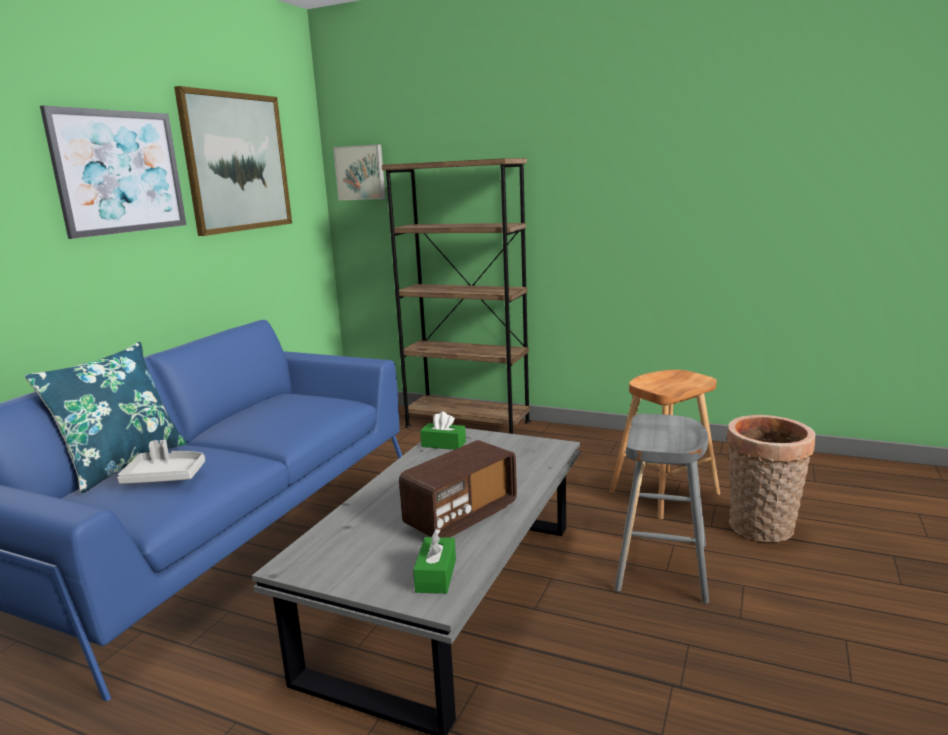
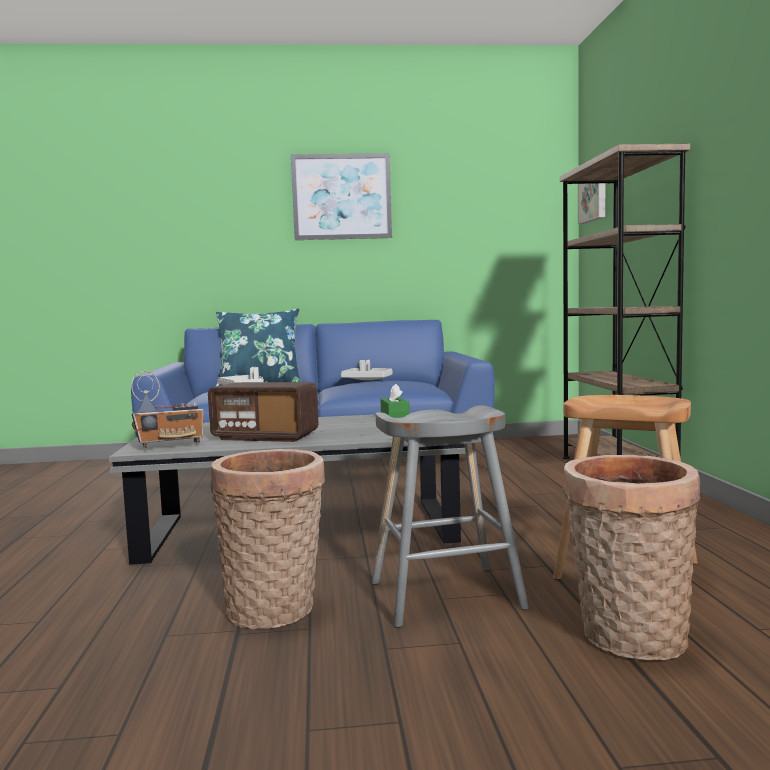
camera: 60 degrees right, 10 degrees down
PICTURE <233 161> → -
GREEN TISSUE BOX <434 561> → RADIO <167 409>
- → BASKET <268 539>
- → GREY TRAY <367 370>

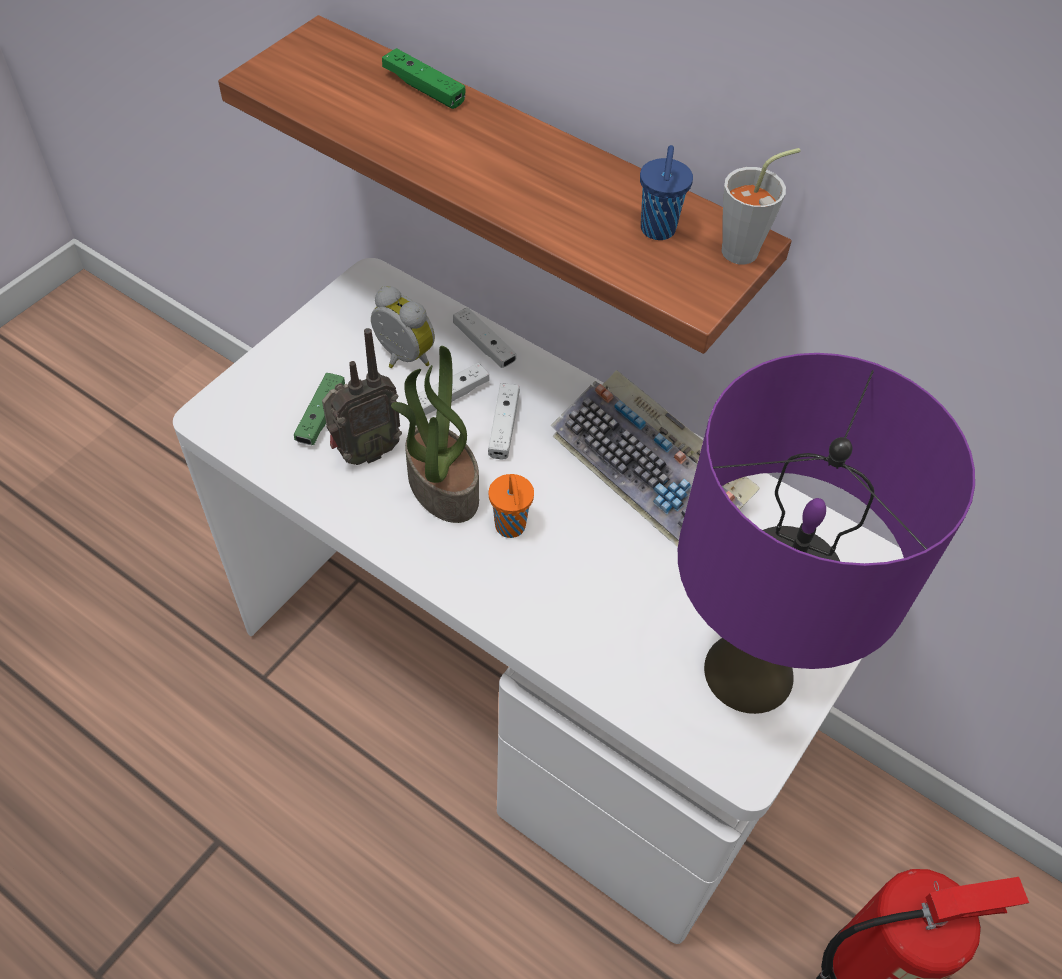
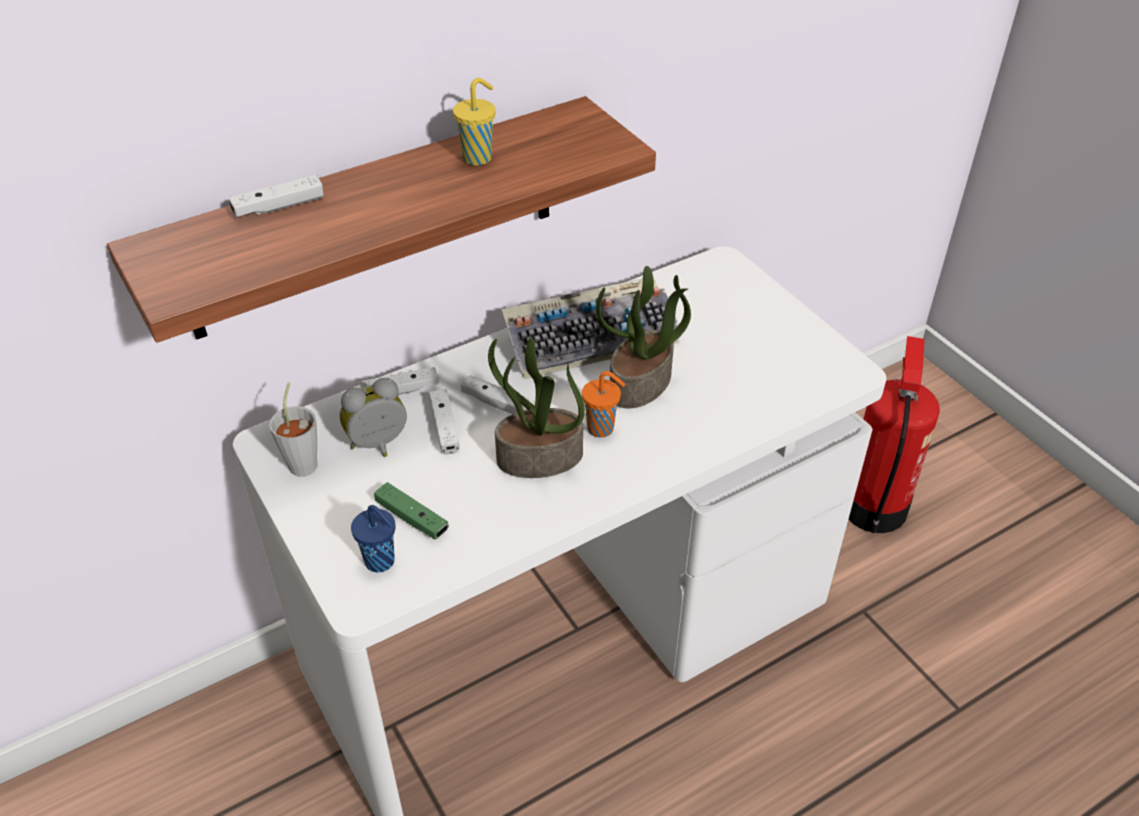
camera: 65 degrees left, 10 degrees down
RADIO <362 396> → -
GREEN GAME CONTROLLER <423 78> → WHITE GAME CONTROLLER <276 196>
BLUE CUP <666 192> → BLUE CUP <373 539>, moved
PURPLE TABLE LAMP <826 533> → -
GREY CUP <760 206> → GREY CUP <293 429>, moved
- → YELLOW CUP <474 122>
- → POTTED PLANT <643 337>

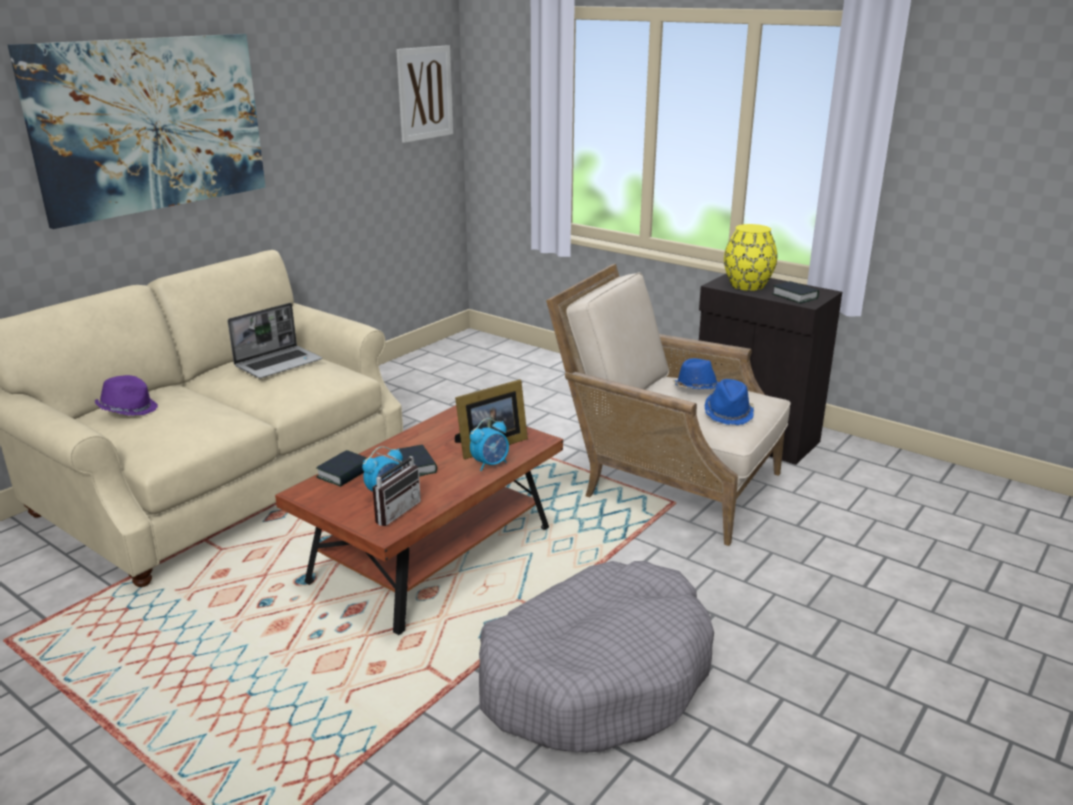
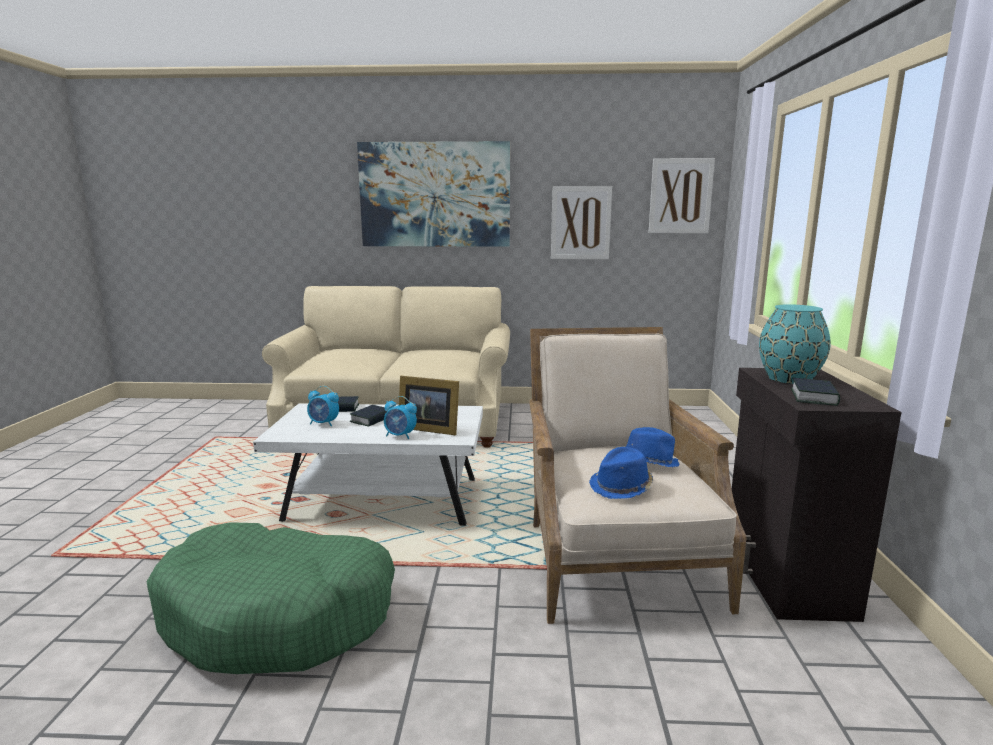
camera: 55 degrees right, 10 degrees down
PURPLE HAT <126 395> → -
LAPTOP <275 340> → -
BROWN COFFEE TABLE <419 520> → WHITE COFFEE TABLE <368 464>
RADIO <396 488> → -
GREY DOG BED <596 656> → GREEN DOG BED <271 598>
YELLOW VASE <750 257> → TURQUOISE VASE <795 344>
- → PICTURE <581 222>

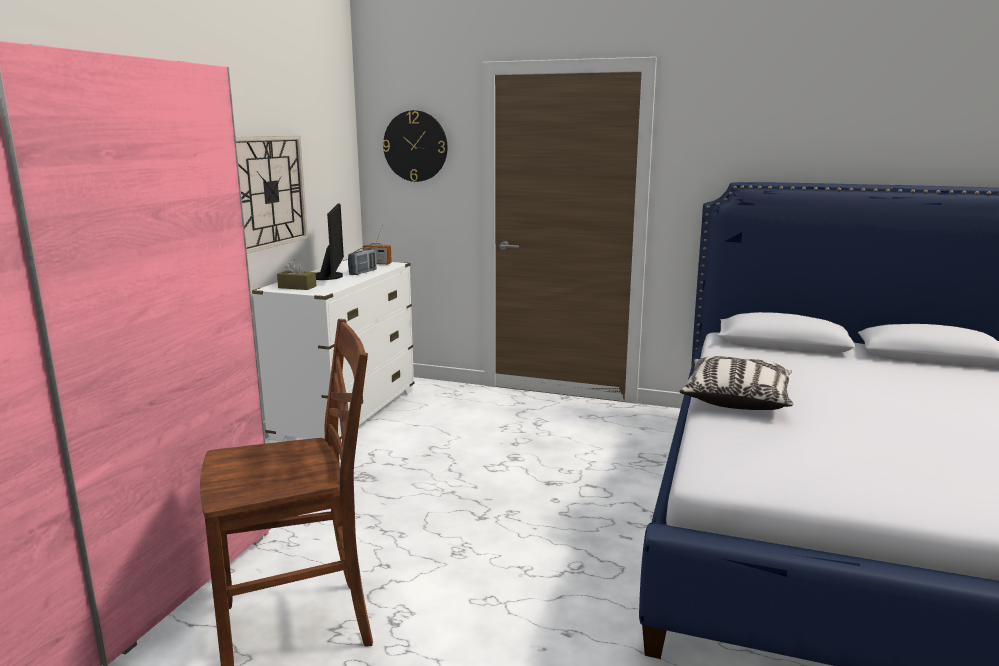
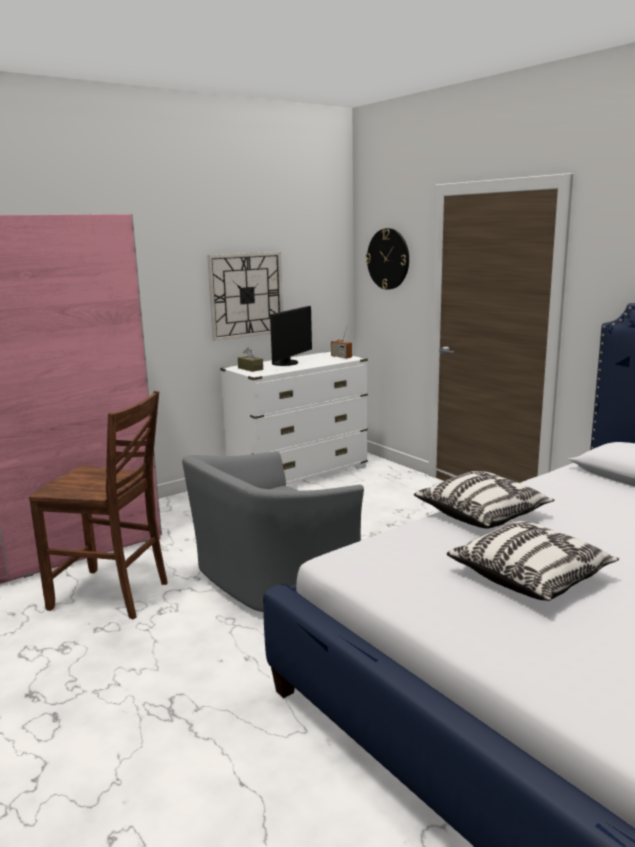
camera: 35 degrees right, 0 degrees up
RADIO <362 261> → -
- → GREY ARMCHAIR <273 531>
- → PILLOW <533 561>

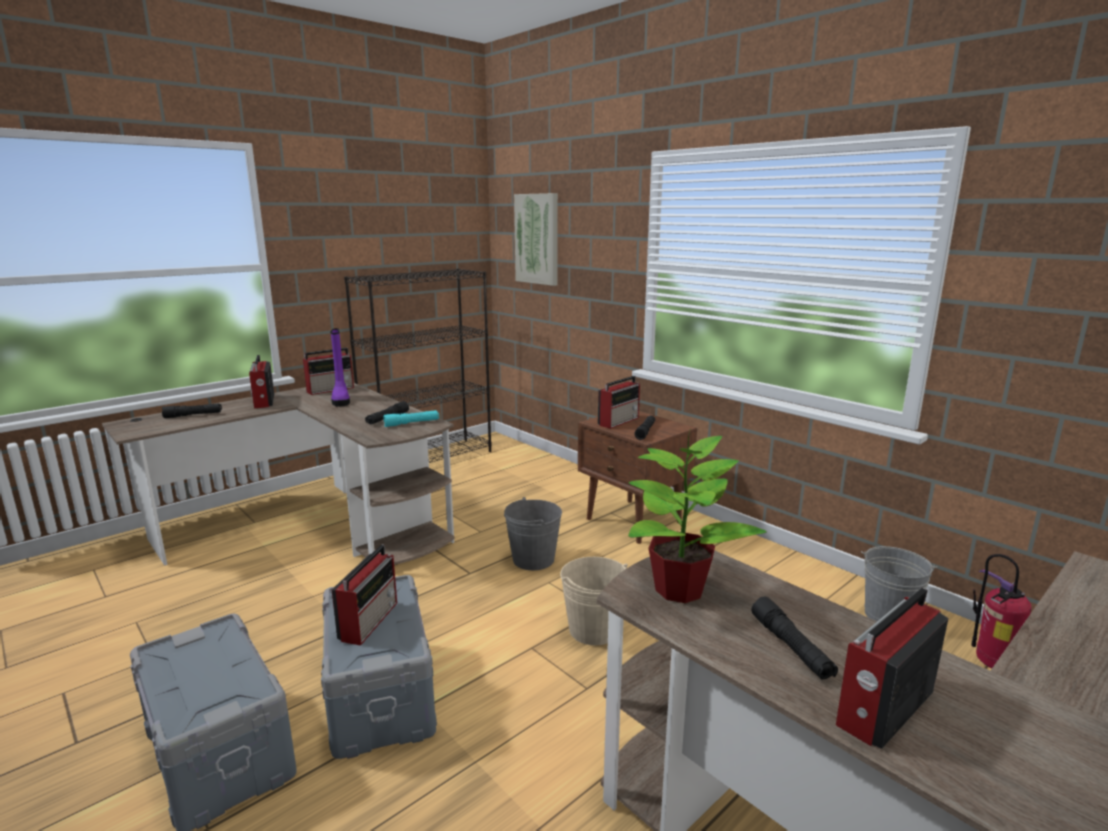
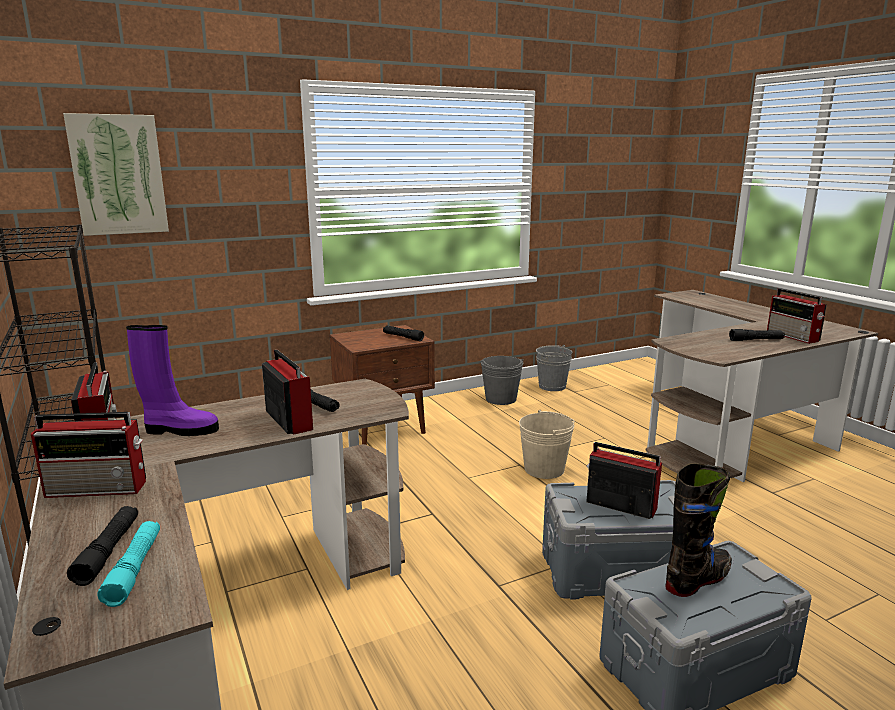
camera: 75 degrees left, 0 degrees up
TURQUOISE FLASHLIGHT <411 418> → TURQUOISE FLASHLIGHT <128 564>, moved
GREY BUCKET <533 533> → GREY BUCKET <502 380>, moved
RADIO <619 402> → RADIO <287 392>, moved
POTTED PLANT <697 515> → -
FIRE EXTINGUISHER <1001 611> → -
- → BLACK BOOT <699 530>

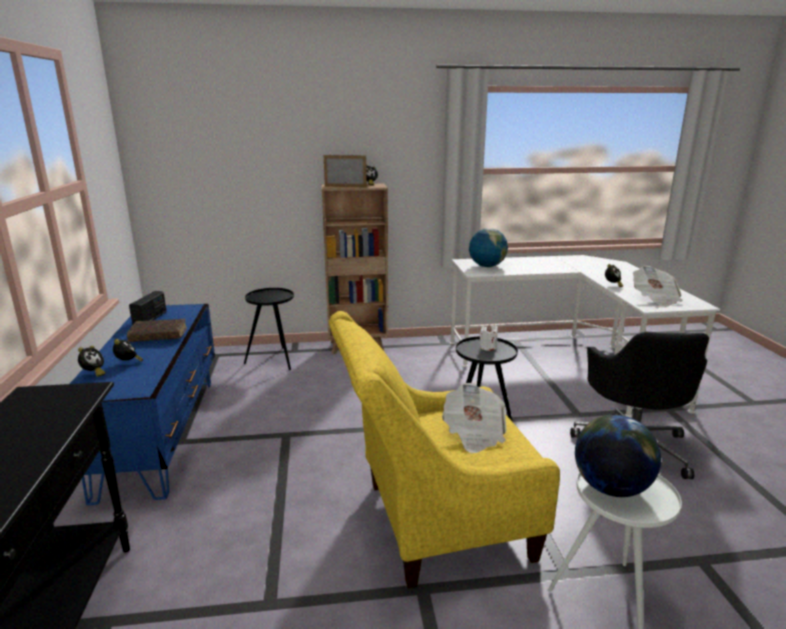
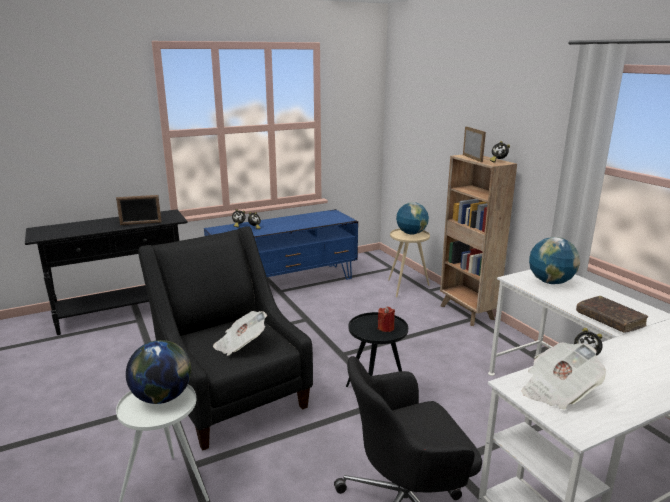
camera: 70 degrees right, 0 degrees up
BROWN BOOK <157 330> → BROWN BOOK <612 314>, moved
RADIO <148 308> → -
BLACK SIDE TABLE <269 329> → BEIGE SIDE TABLE <409 262>
YELLOW ARMCHAIR <444 449> → BLACK ARMCHAIR <225 338>
WHITE CANDLE <489 337> → RED CANDLE <386 319>
- → PICTURE FRAME <139 210>
- → GLOBE <412 218>

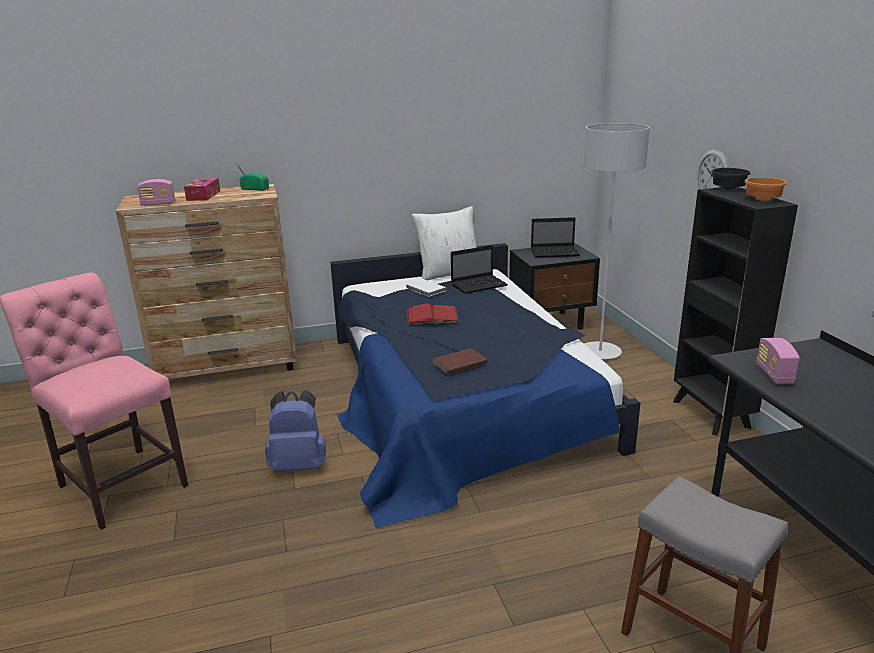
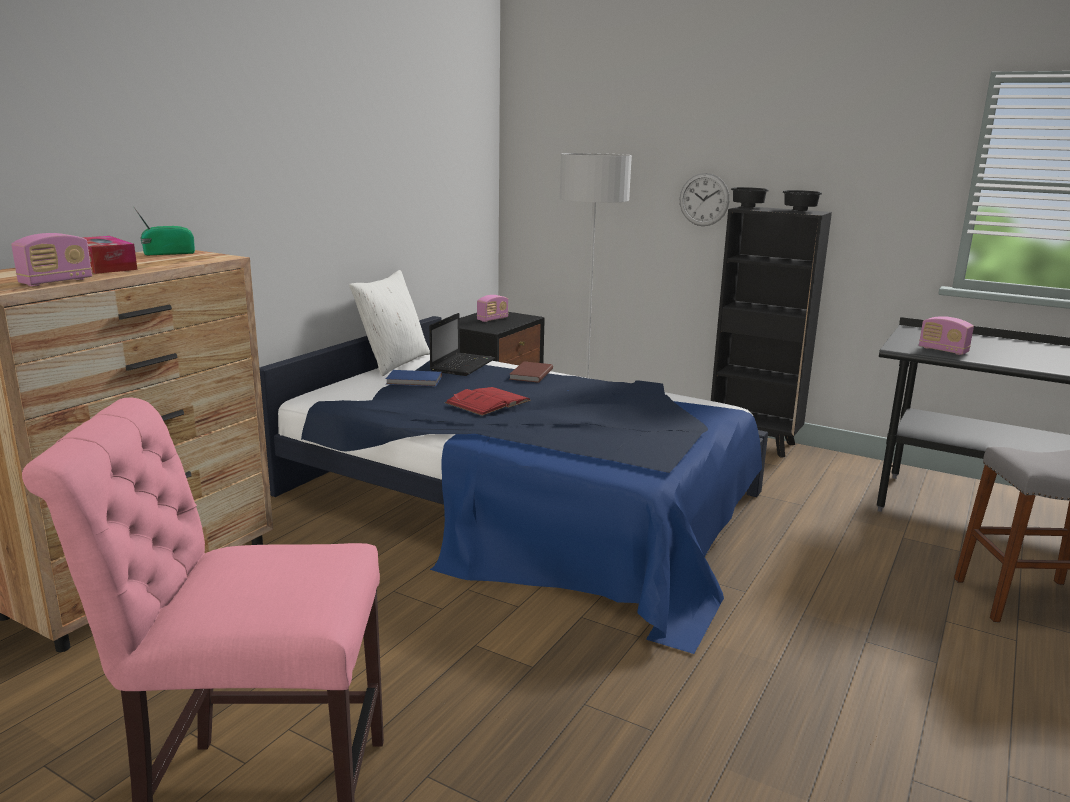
camera: 45 degrees left, 5 degrees down
BLUE BACKPACK <295 431> → -
WHITE BOOK <426 288> → BLUE BOOK <414 378>
BROWN BOOK <459 361> → BROWN BOOK <531 372>, moved
LAPTOP <555 237> → RADIO <492 308>
ORANGE BOWL <766 189> → BLACK BOWL <802 200>

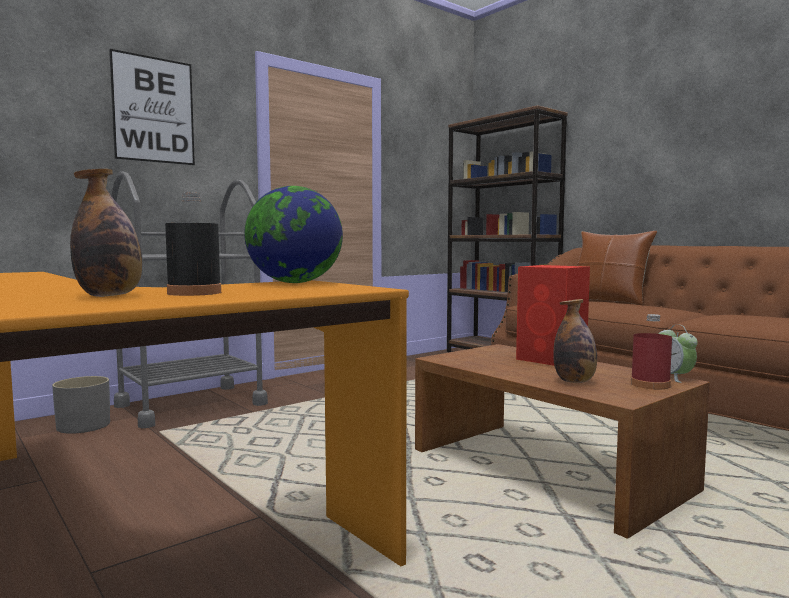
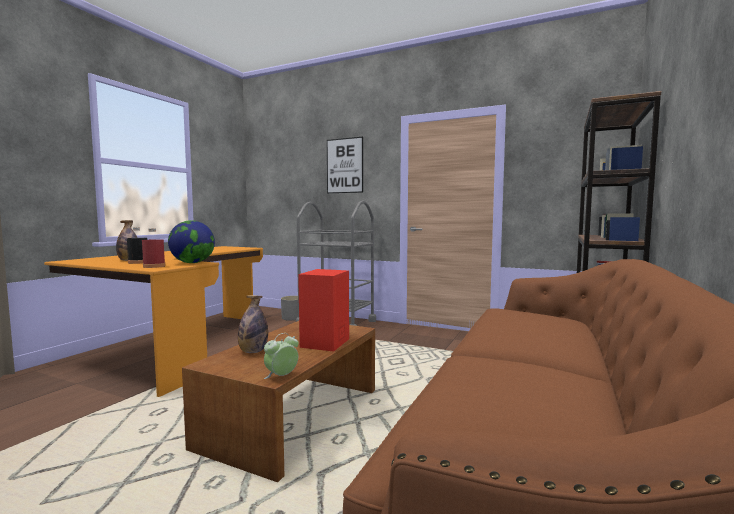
camera: 65 degrees right, 0 degrees up
BROWN PILLOW <617 268> → -
RED BOTTLE <651 351> → RED BOTTLE <153 248>, moved

